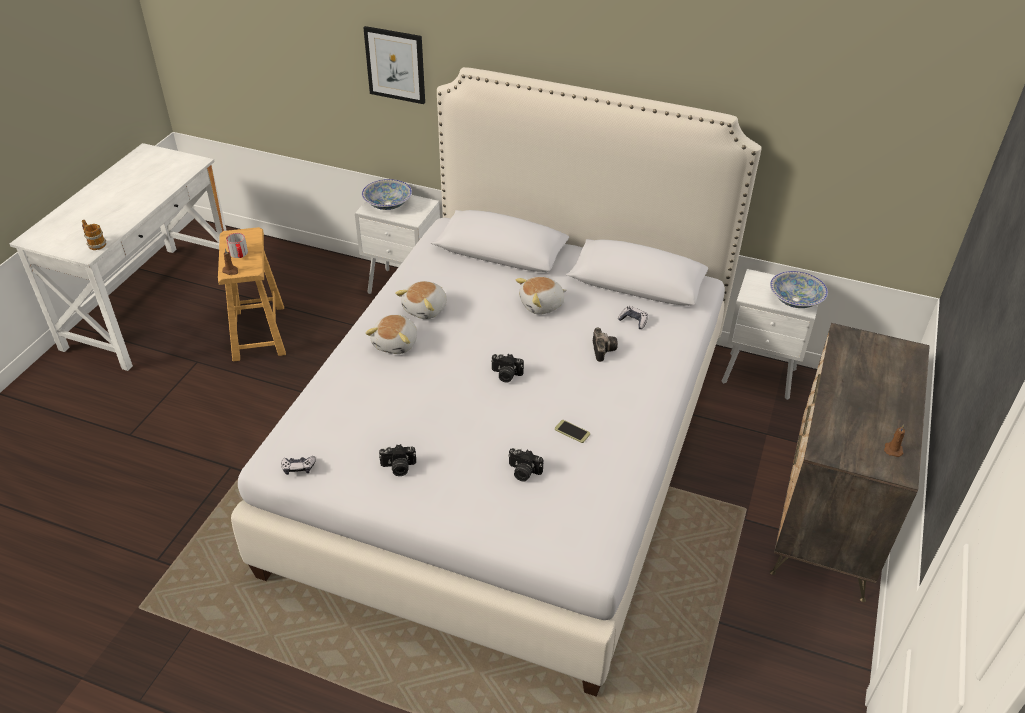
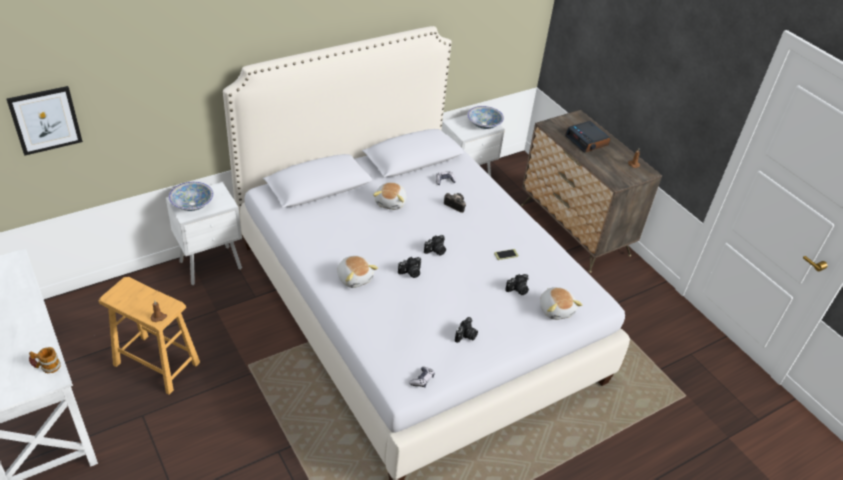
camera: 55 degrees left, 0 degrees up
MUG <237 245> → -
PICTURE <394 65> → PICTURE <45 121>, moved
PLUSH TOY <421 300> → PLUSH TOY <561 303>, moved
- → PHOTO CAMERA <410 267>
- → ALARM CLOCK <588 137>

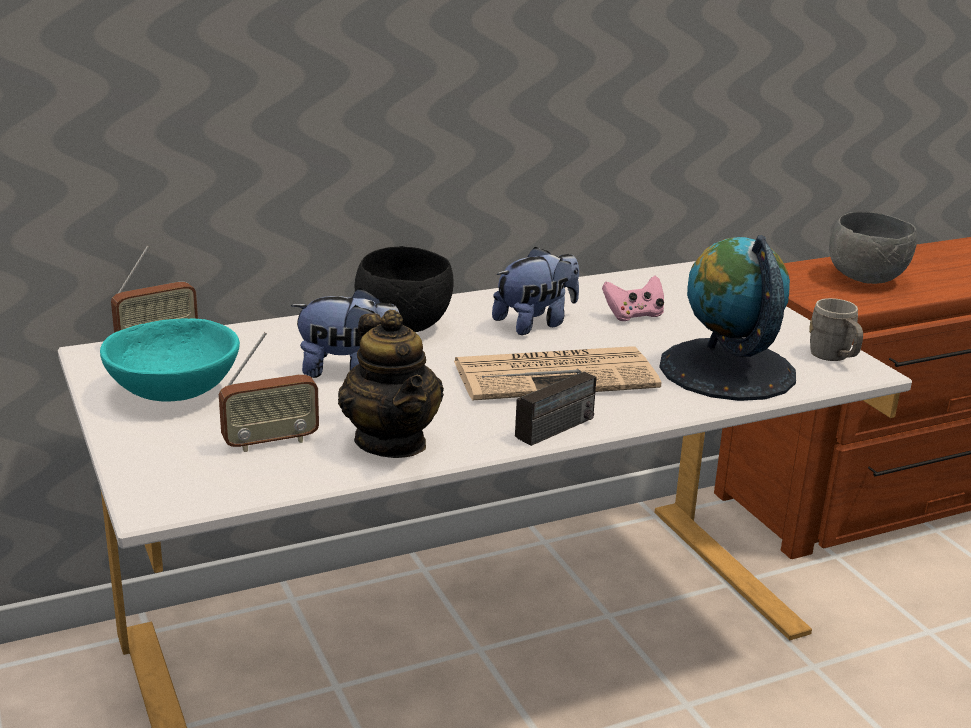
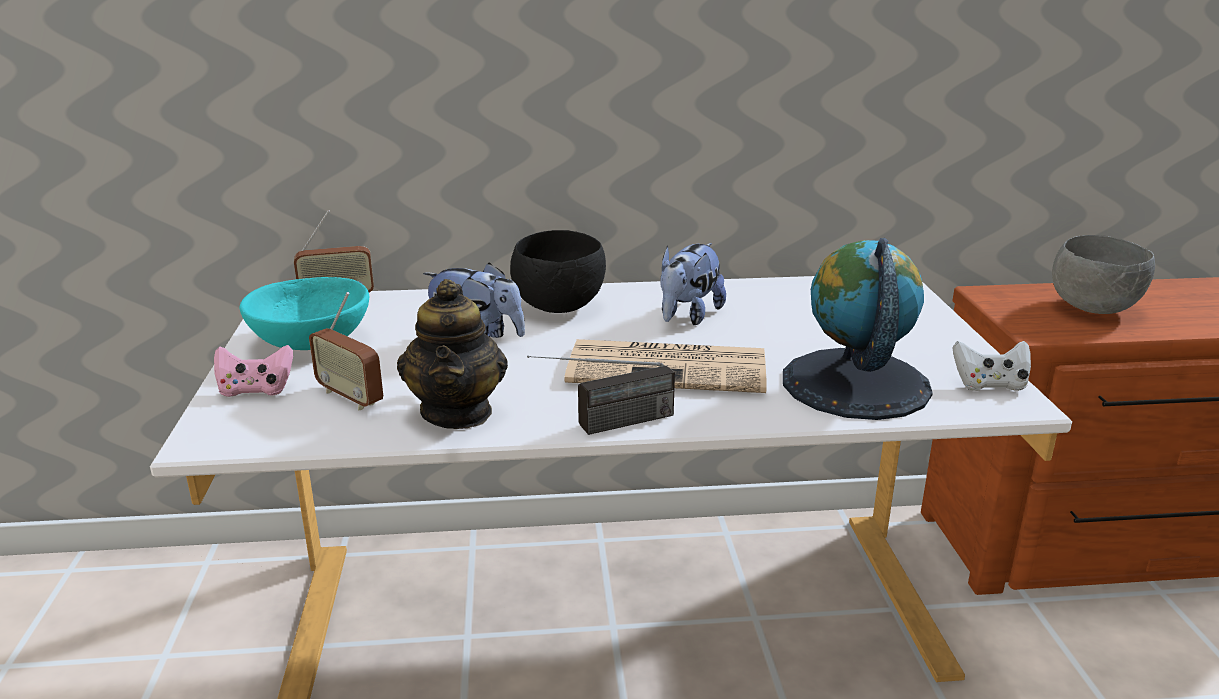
camera: 20 degrees right, 0 degrees up
RADIO <269 392> → RADIO <346 351>, 45 degrees clockwise
PLUSH TOY <535 291> → PLUSH TOY <693 284>, 135 degrees clockwise
PINK GAME CONTROLLER <633 298> → PINK GAME CONTROLLER <253 371>, moved
GREY MUG <836 329> → WHITE GAME CONTROLLER <991 366>

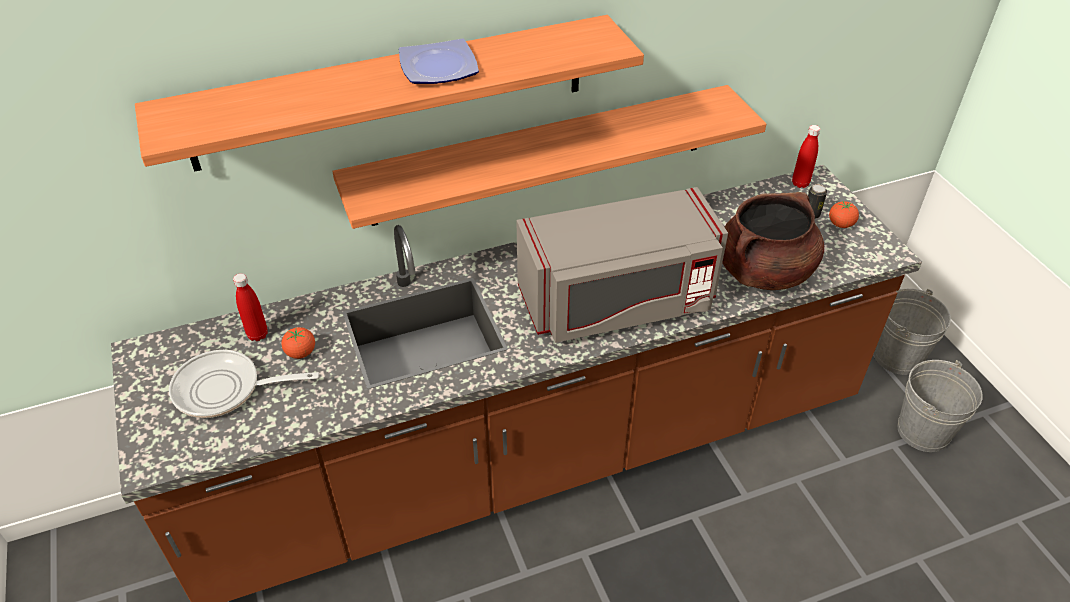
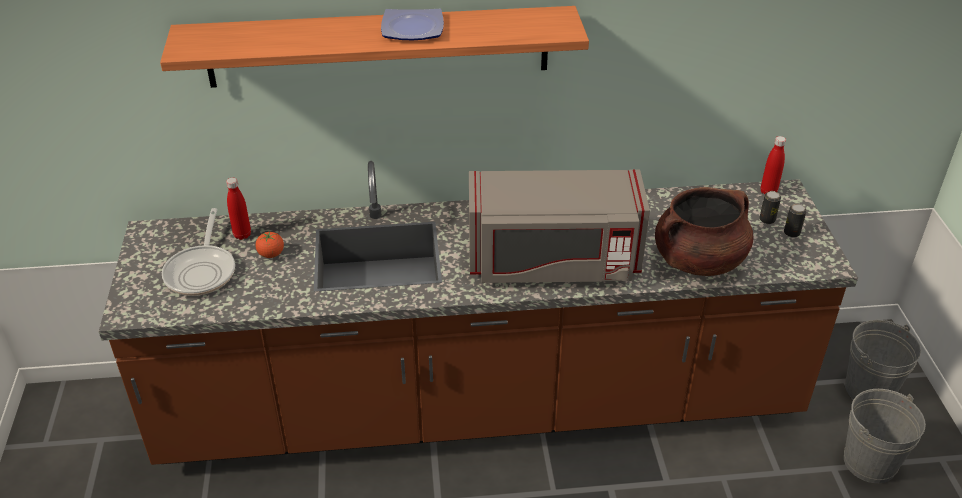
camera: 15 degrees right, 5 degrees down
FRYING PAN <244 384> → FRYING PAN <198 252>, 105 degrees counterclockwise
SHELF <549 157> → -
TOMATO <844 214> → CAN <795 220>

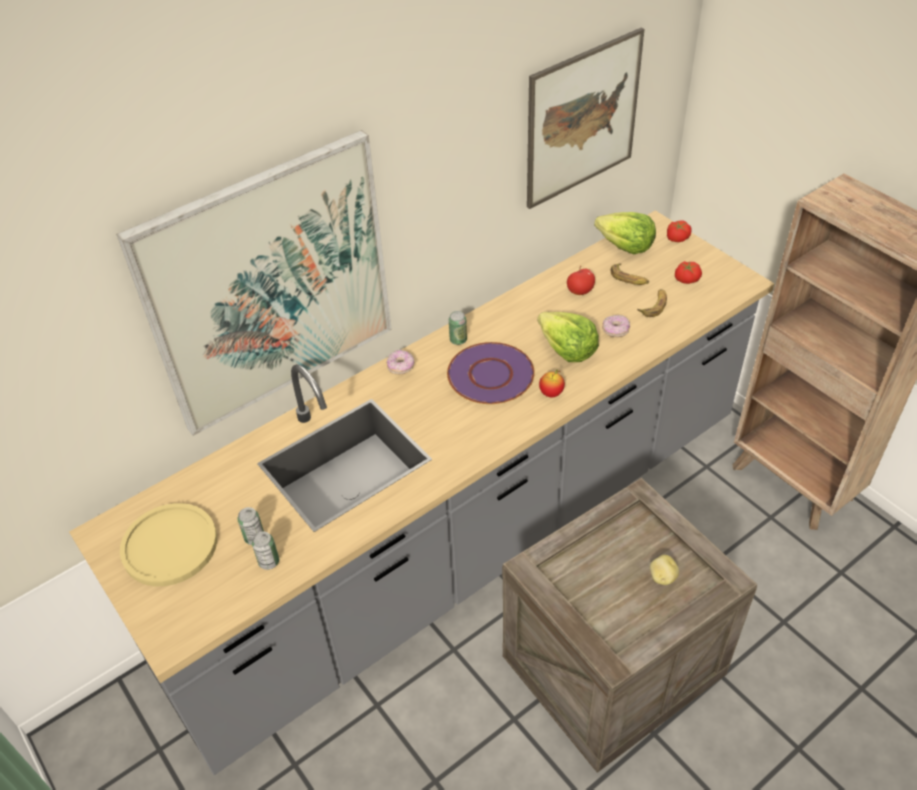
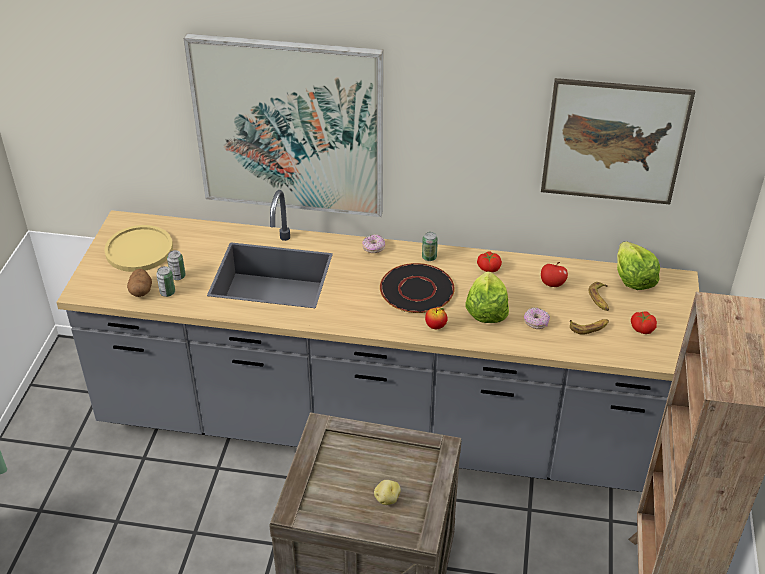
camera: 45 degrees right, 5 degrees down
PURPLE PLATE <491 373> → BLACK PLATE <417 288>
TOMATO <679 231> → TOMATO <489 261>, moved
- → POTATO <139 283>

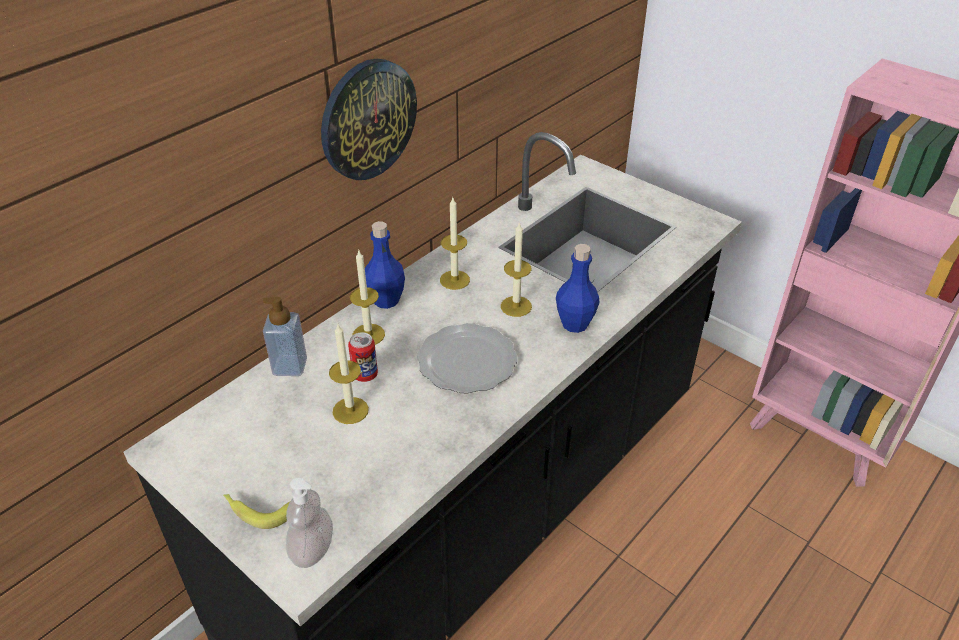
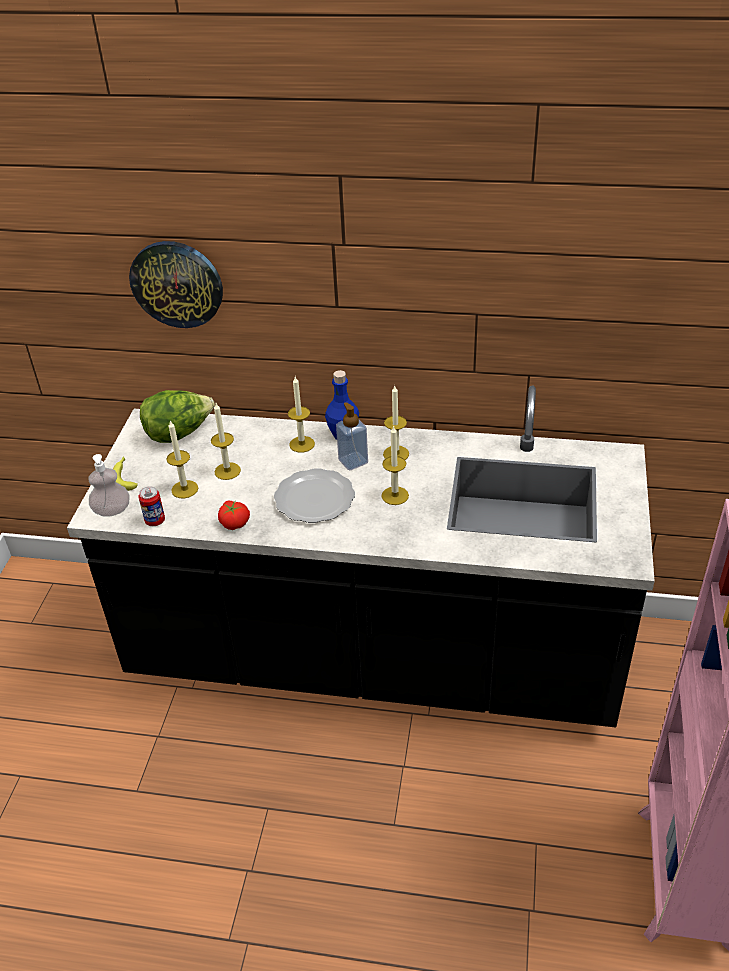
camera: 60 degrees right, 0 degrees up
SOAP DISPENSER <285 336> → SOAP DISPENSER <352 436>, moved
WALL CLOCK <369 119> → WALL CLOCK <176 284>, moved
CAN <363 357> → CAN <151 506>, moved
BLUE BOTTLE <578 288> → -
- → LETTUCE <177 416>
- → CANDLE <182 459>
- → TOMATO <234 515>

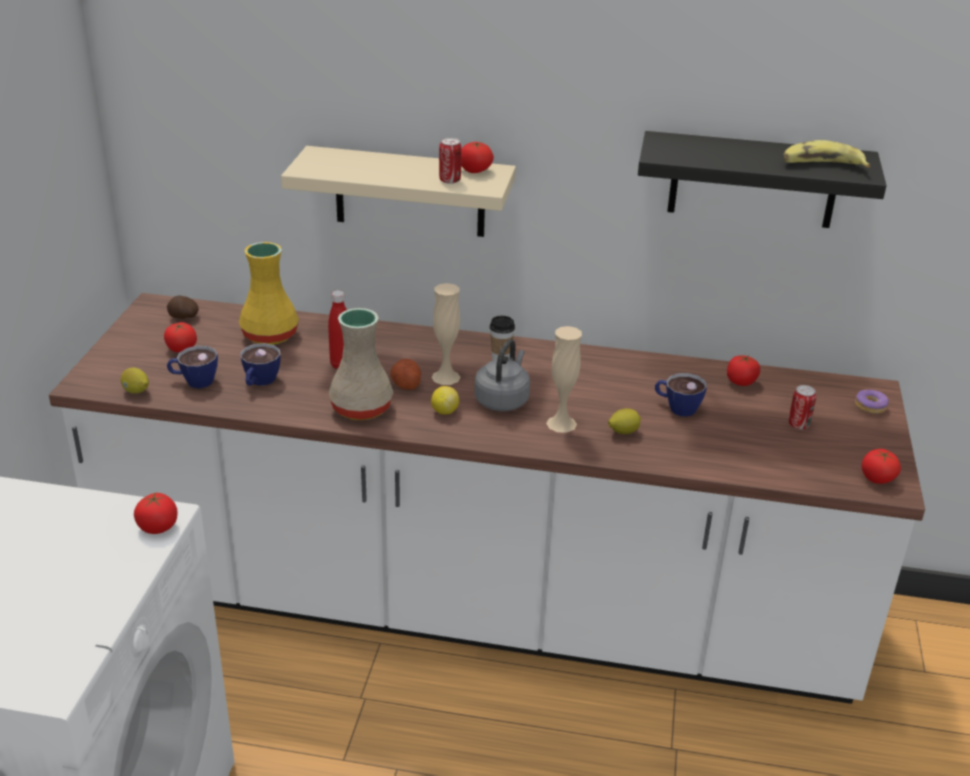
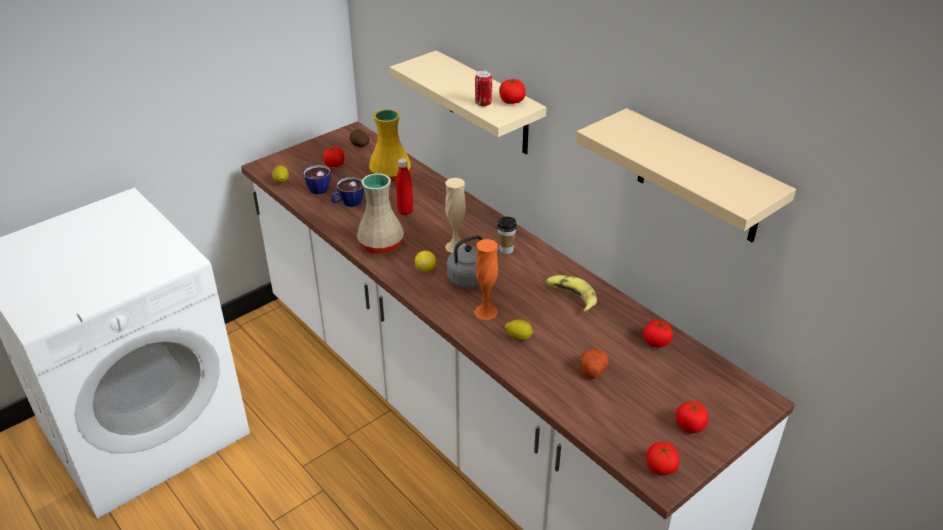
camera: 40 degrees right, 5 degrees up
TOMATO <156 513> → TOMATO <692 417>, moved
POTATO <405 374> → POTATO <594 364>, moved
BEIGE VASE <564 379> → ORANGE VASE <486 279>
BLACK SHELF <762 179> → BEIGE SHELF <686 175>
CUP <681 394> → -
BANANA <826 154> → BANANA <571 294>, moved
CAN <802 407> → -
DONUT <872 401> → -

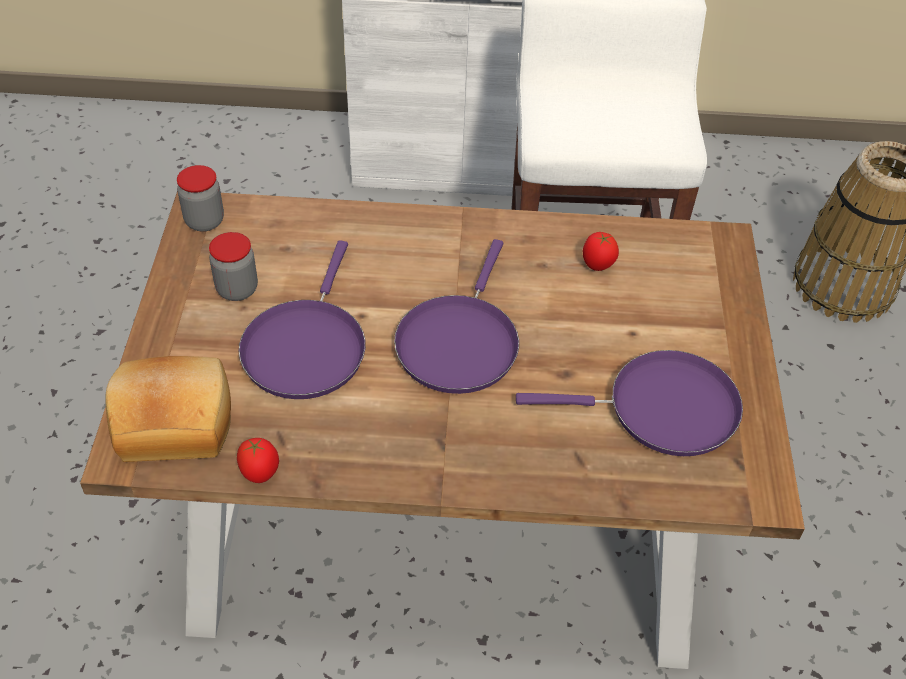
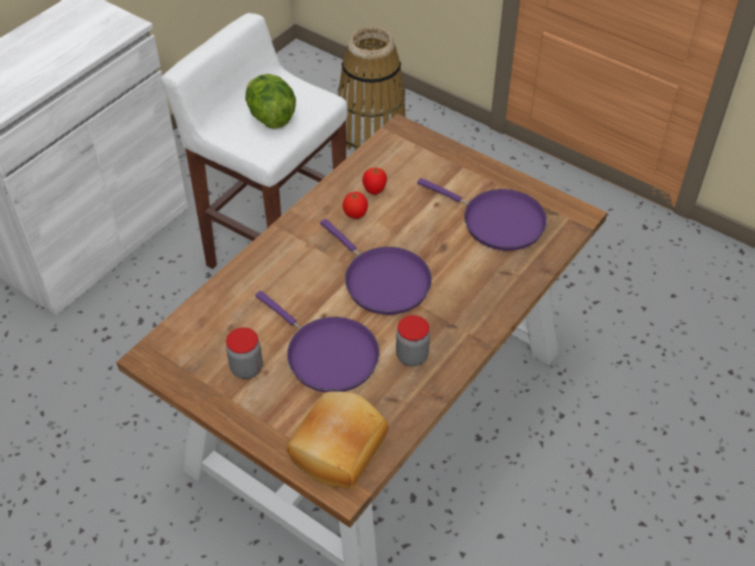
camera: 55 degrees left, 0 degrees up
JAR <200 198> → JAR <413 340>, moved
TOMATO <258 460> → TOMATO <355 205>, moved
PURPLE FRYING PAN <629 403> → PURPLE FRYING PAN <482 214>, 90 degrees clockwise
- → LETTUCE <270 101>

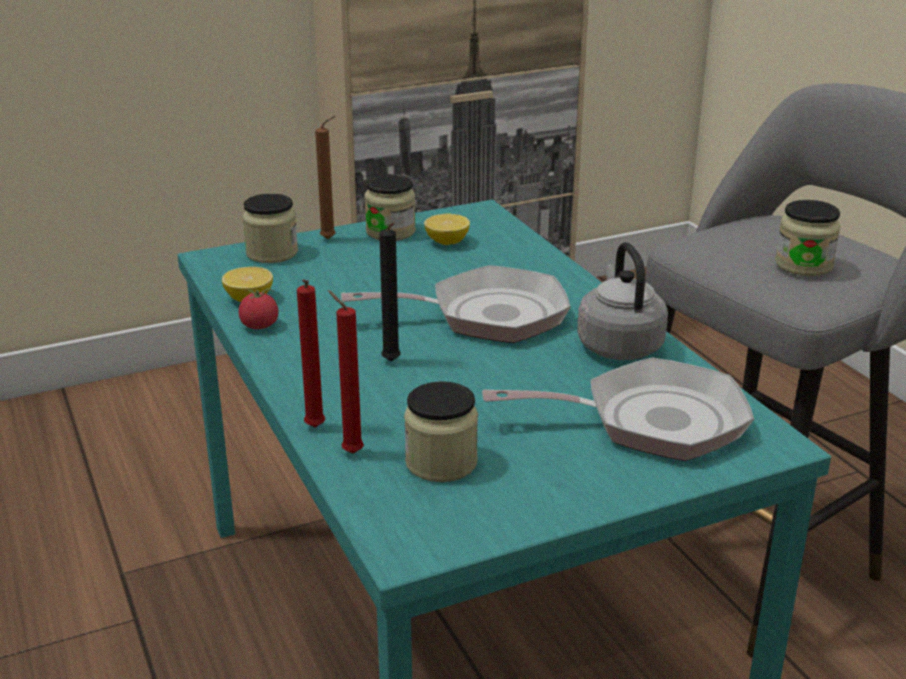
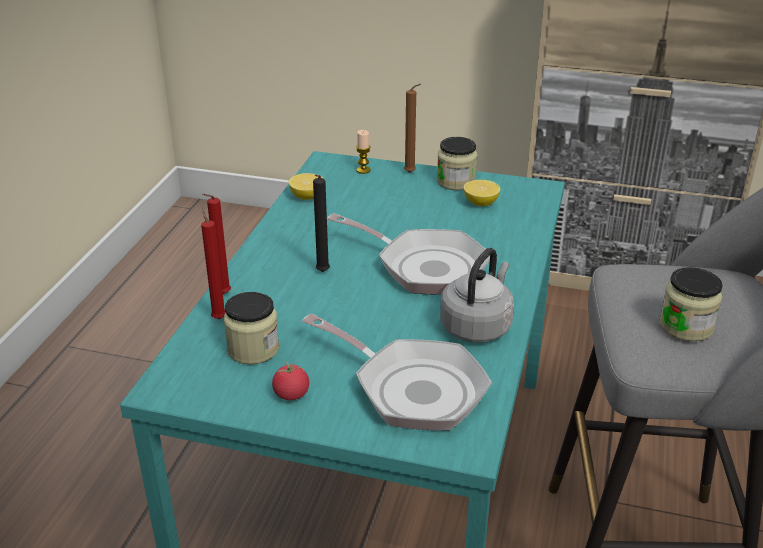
camera: 40 degrees right, 5 degrees up
TOMATO <258 308> → TOMATO <290 380>, moved
JAR <270 228> → CANDLE <363 152>

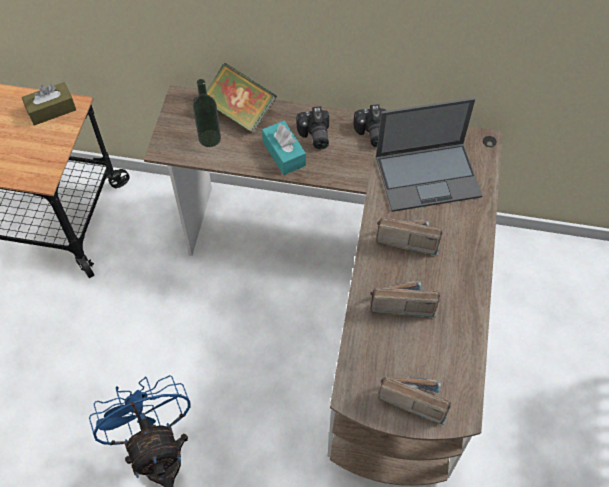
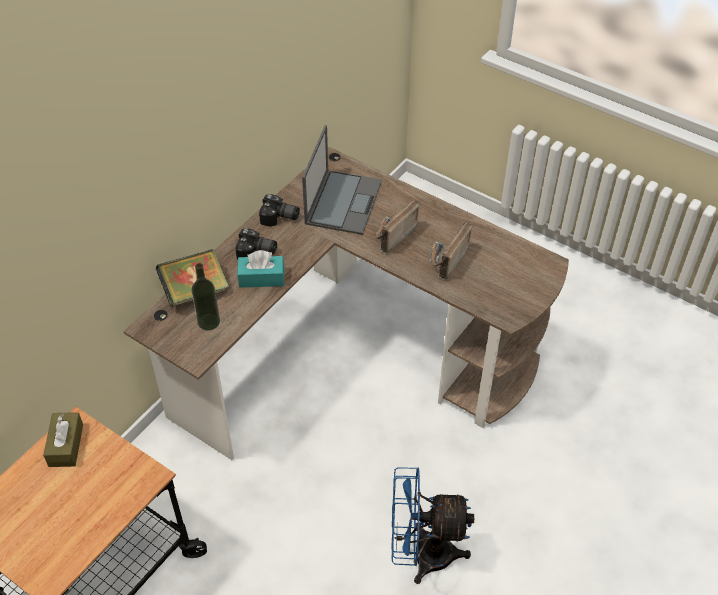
camera: 65 degrees left, 10 degrees down
RADIO <414 401> → -

